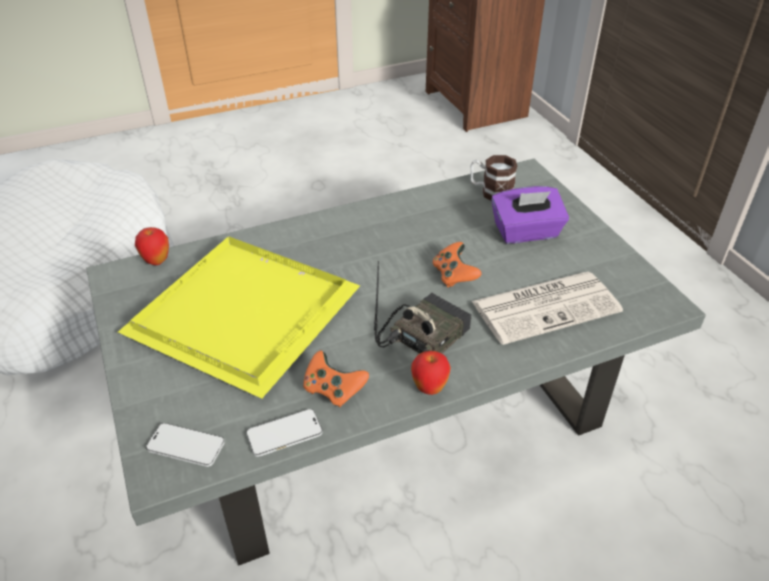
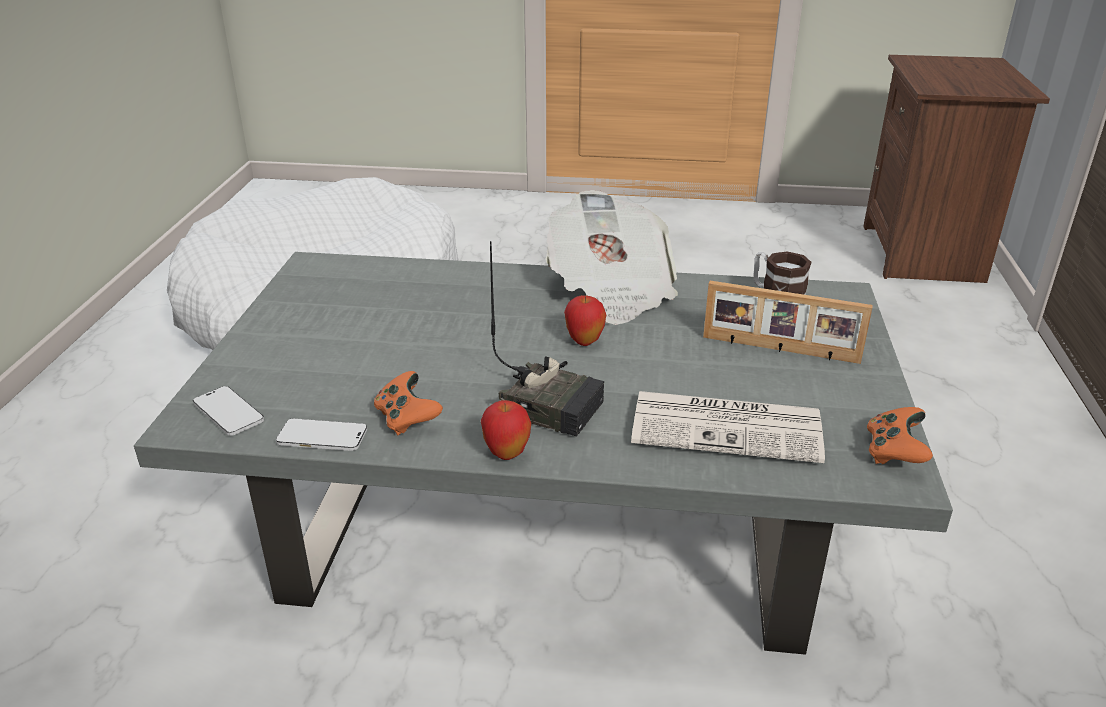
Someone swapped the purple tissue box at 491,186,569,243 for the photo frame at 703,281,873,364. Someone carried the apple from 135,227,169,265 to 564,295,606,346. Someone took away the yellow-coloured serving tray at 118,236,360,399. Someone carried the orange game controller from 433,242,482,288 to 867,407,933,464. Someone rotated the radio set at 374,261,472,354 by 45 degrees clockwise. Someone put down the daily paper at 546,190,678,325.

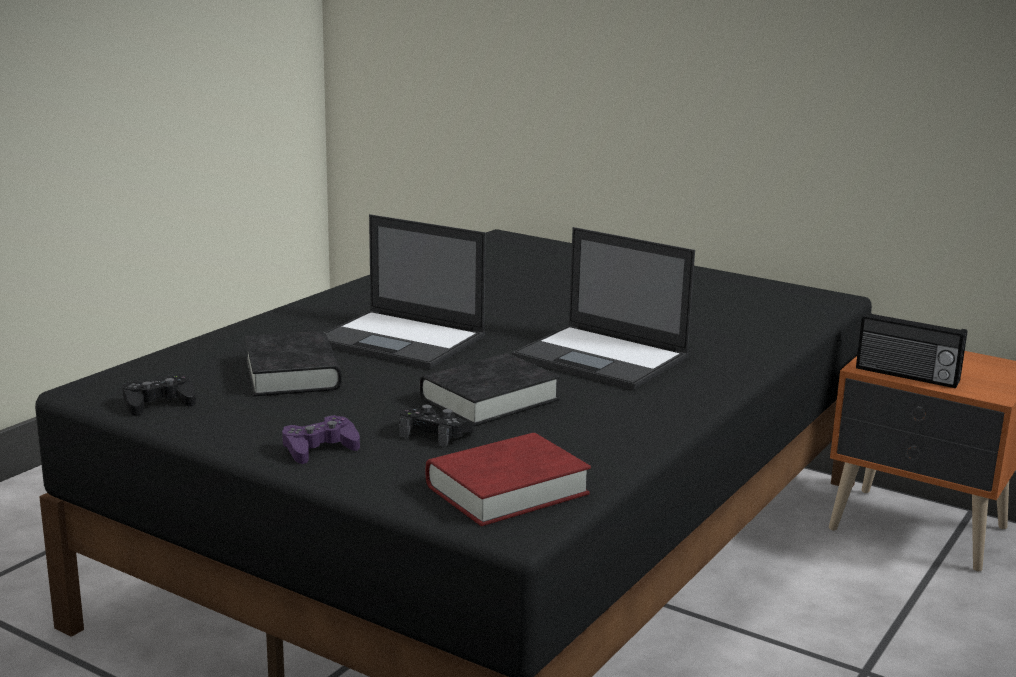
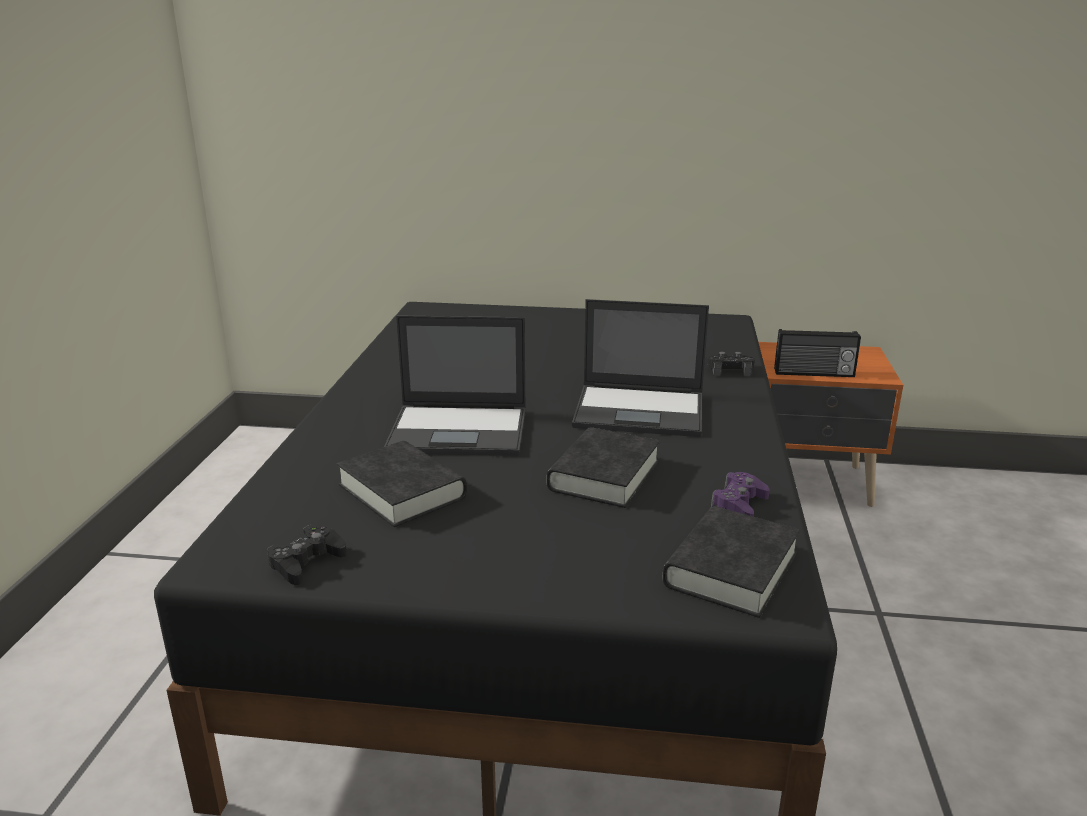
Someone carried the blackish game controller from 399,404,474,447 to 704,352,755,376. Someone carried the purple game controller from 282,415,360,464 to 711,472,770,517. Someone repainted the red volume at 426,433,591,526, which became the blackish volume at 663,506,800,618.

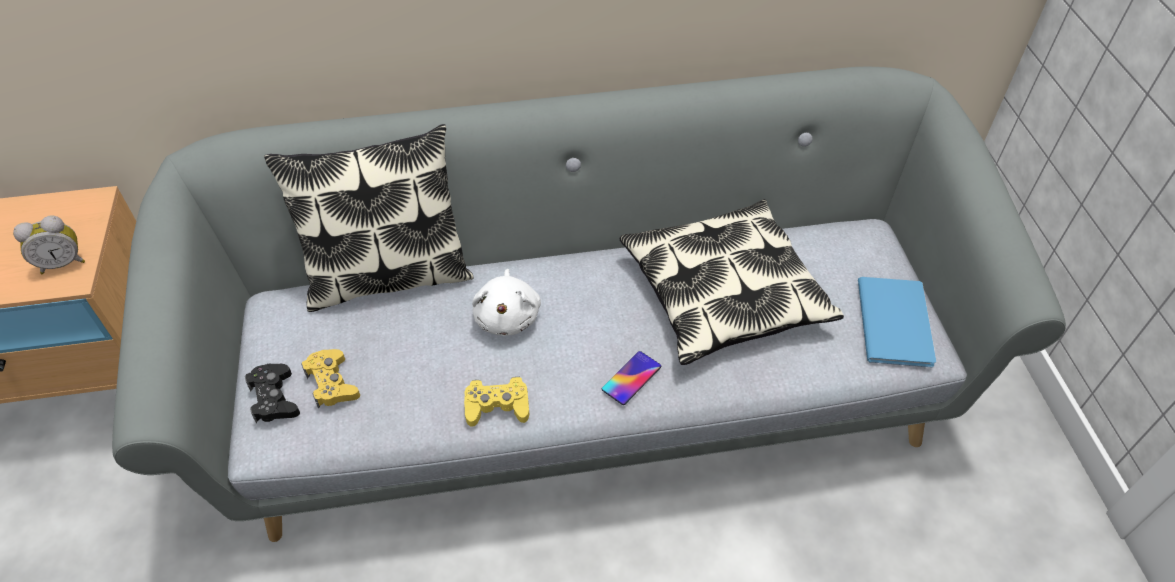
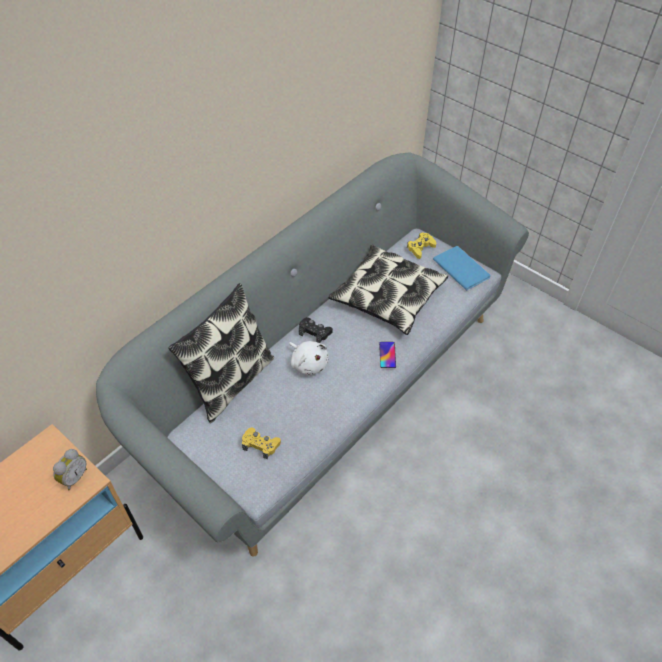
Someone carried the blackish game controller from 245,363,300,423 to 299,317,333,343. Someone carried the yellow-coloured game controller from 464,377,529,427 to 407,232,436,259.

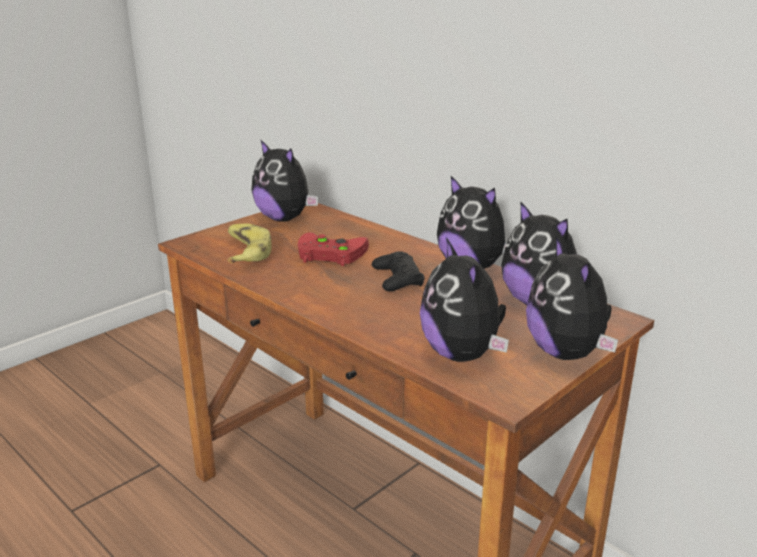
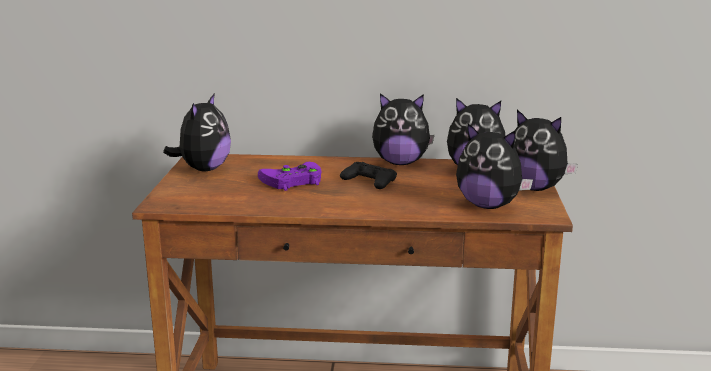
Someone rotated the plush toy at 252,139,318,222 by 75 degrees counterclockwise. Someone took away the banana fruit at 227,224,272,263. Someone repainted the red game controller at 298,232,369,266, which became the purple game controller at 258,162,321,191.

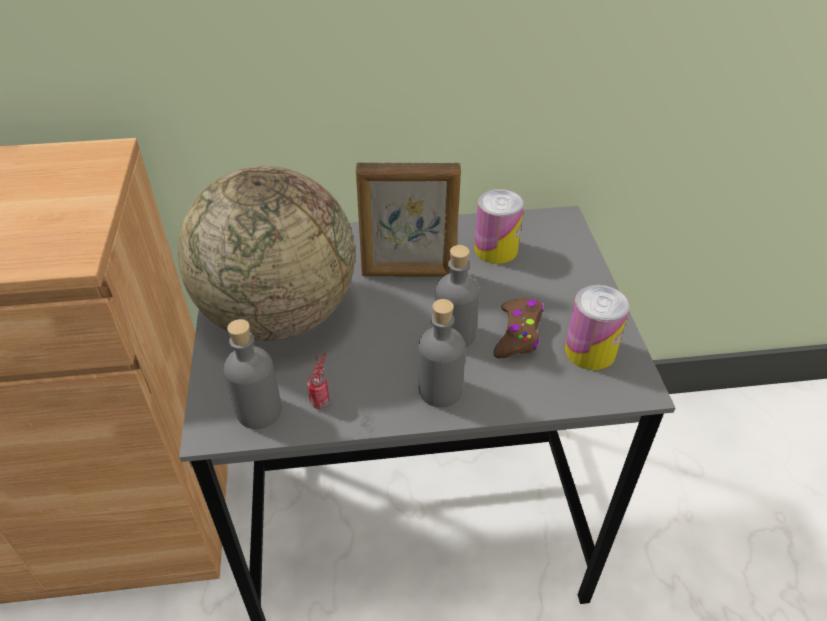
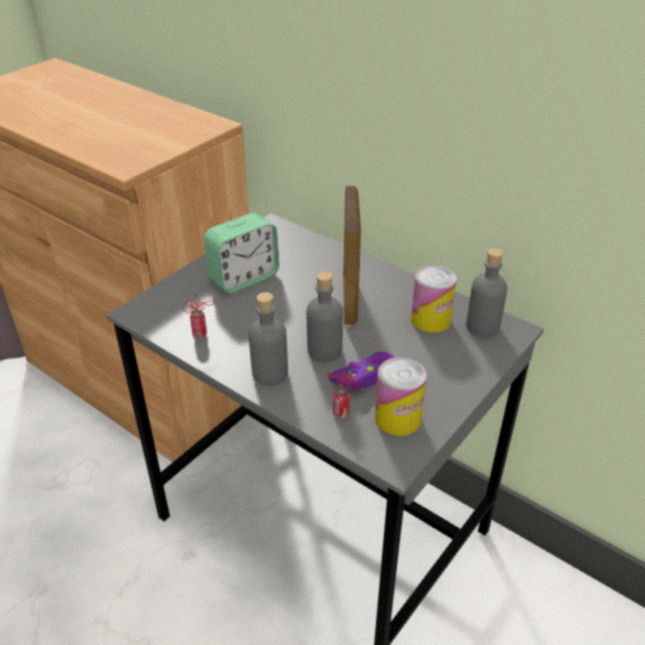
Someone rotated the photo frame at 356,162,461,277 by 135 degrees counterclockwise. Someone swapped the globe at 178,165,355,341 for the bedside clock at 203,213,279,293. Someone repainted the brown game controller at 493,299,544,358, which became the purple game controller at 328,352,394,390. Someone carried the greyish bottle from 224,319,282,429 to 466,248,507,338. Someone put down the sealed can at 326,367,357,418.

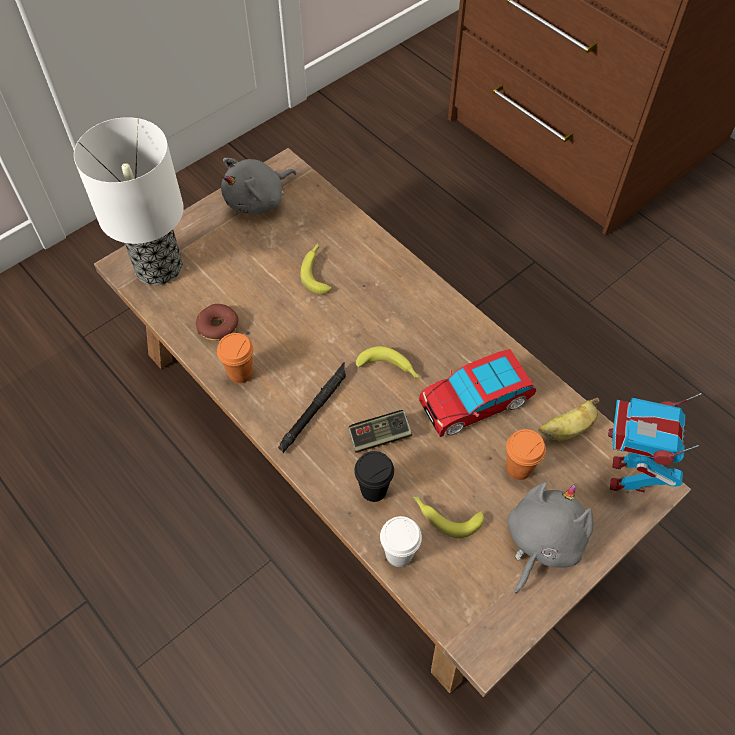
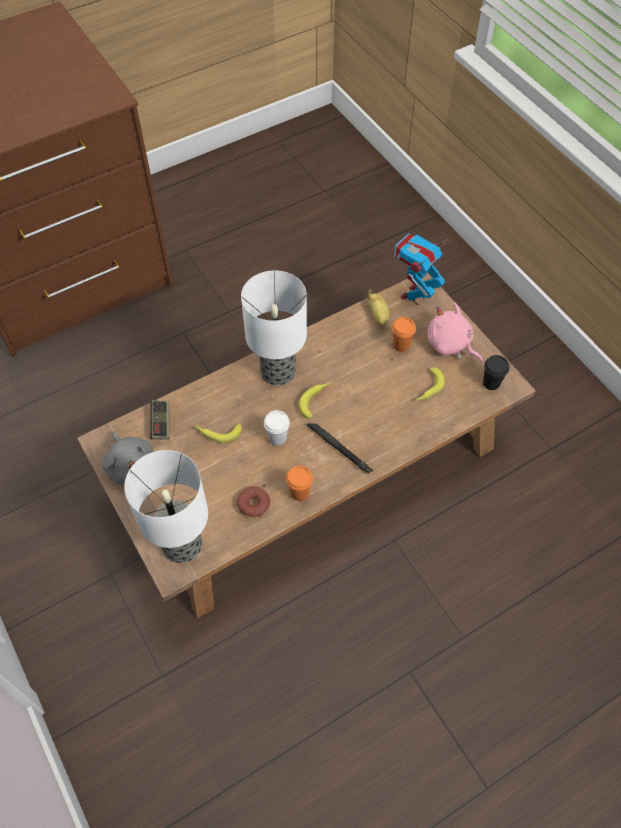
Someone took away the miniature car at 419,349,536,437. Someone rotated the robot figure at 608,393,702,492 by 105 degrees clockwise. Someone carried the game controller from 348,410,412,453 to 150,400,170,440. Someone carried the blackish cup from 354,451,394,502 to 483,355,509,390. Someone repainted the greyish plush toy at 507,482,593,594, which became the pink-coloured plush toy at 428,302,483,363. Someone carried the white-coloured cup from 380,516,422,567 to 264,410,290,446. Someone put down the table lamp at 241,271,307,385.

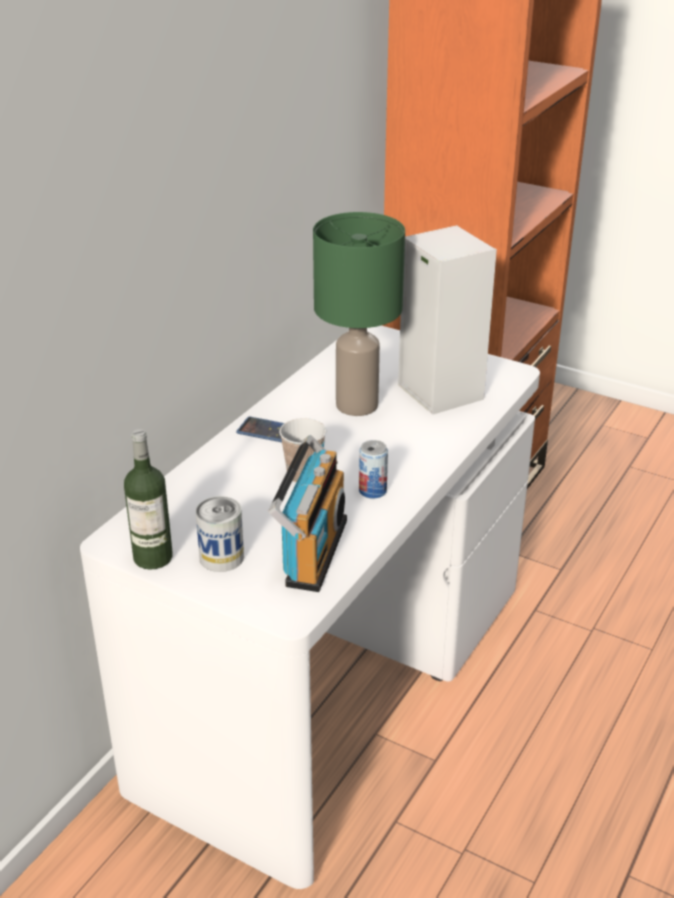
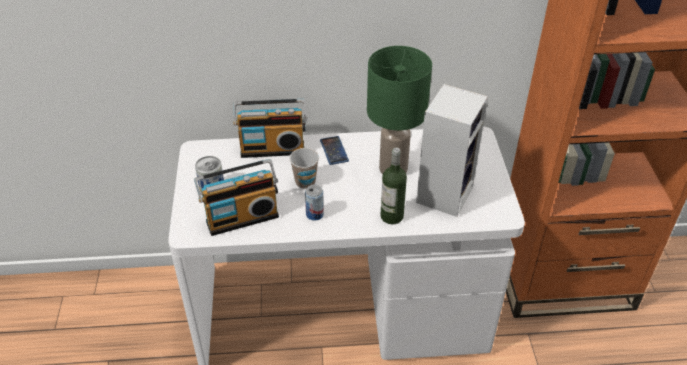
Someone carried the bottle from 124,429,173,570 to 380,148,407,224. Someone put down the radio set at 233,99,307,158.

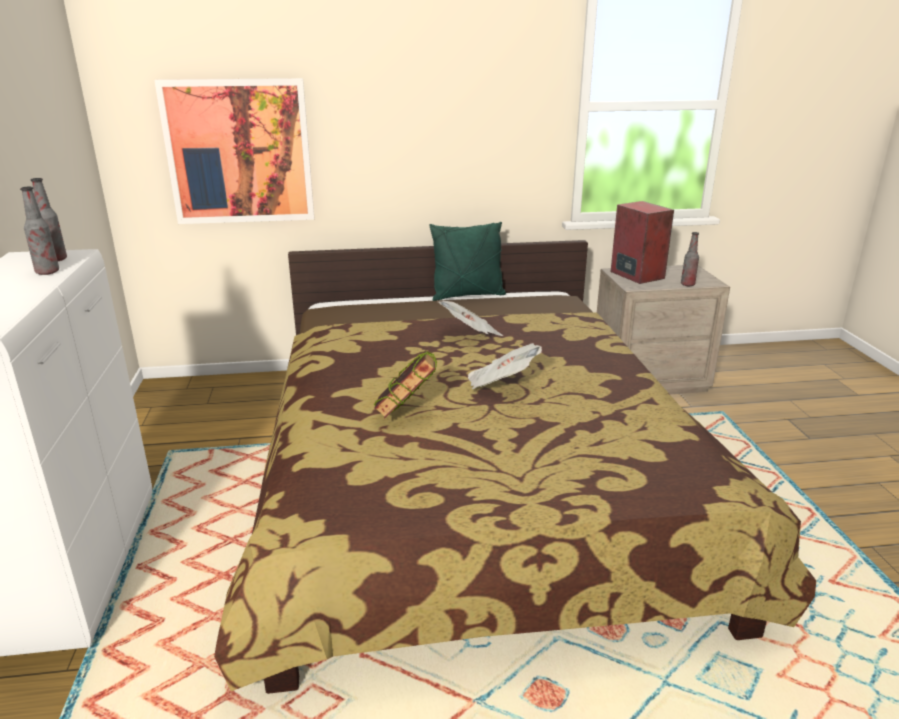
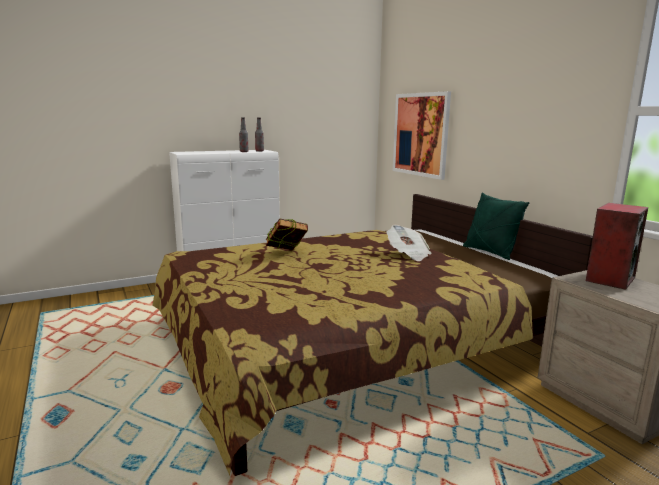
Someone took away the bottle at 681,232,699,286. Someone took away the daily paper at 468,343,542,389.

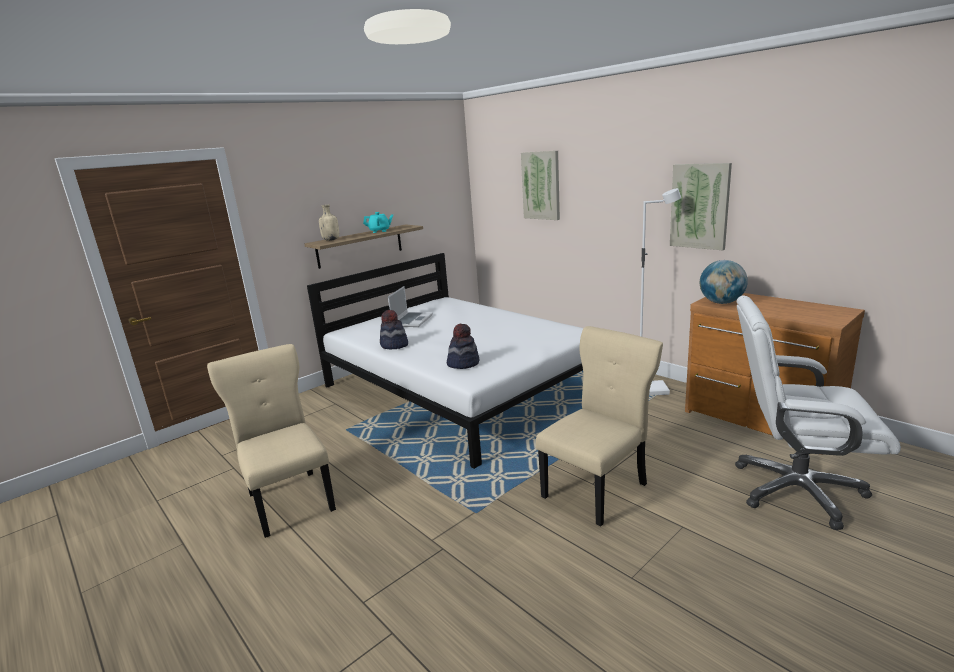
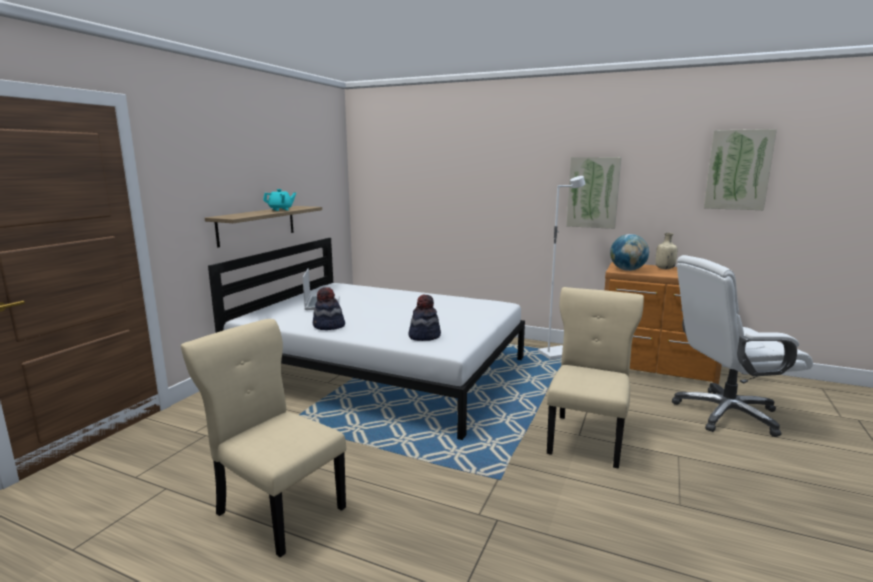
Someone carried the wall picture from 521,151,560,220 to 704,129,777,210. Someone carried the sand-coloured bottle from 319,205,339,241 to 656,233,677,269.

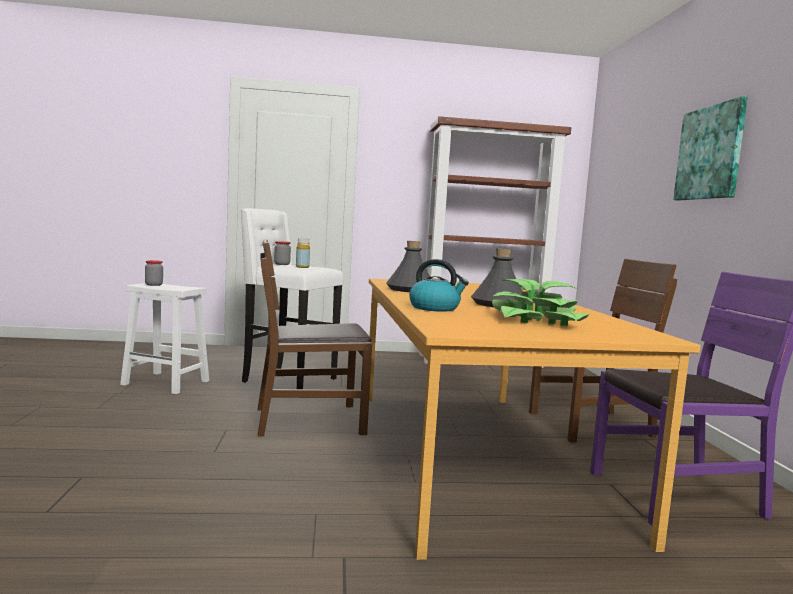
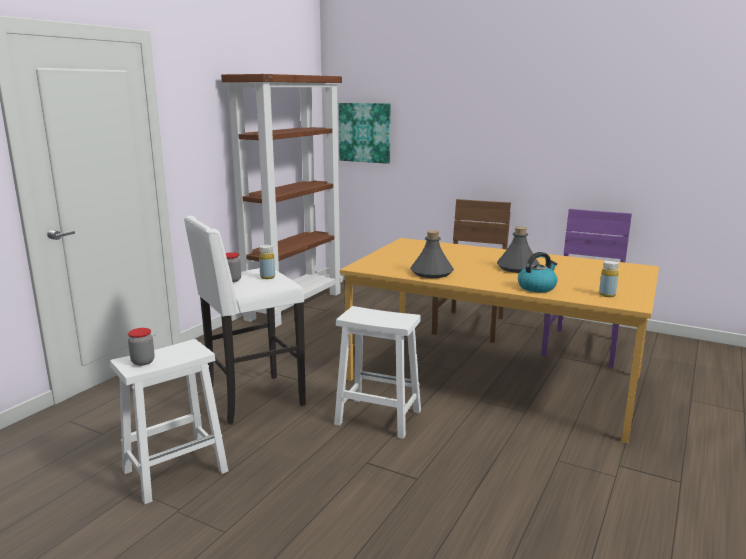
Someone carried the wall picture from 673,96,748,201 to 339,103,391,164. Someone swapped the brown chair at 258,239,372,437 for the white-coloured stool at 334,306,421,439. Someone took away the plant in a pot at 492,279,589,326. Someone put down the yellow-coloured bottle at 599,260,619,297.

